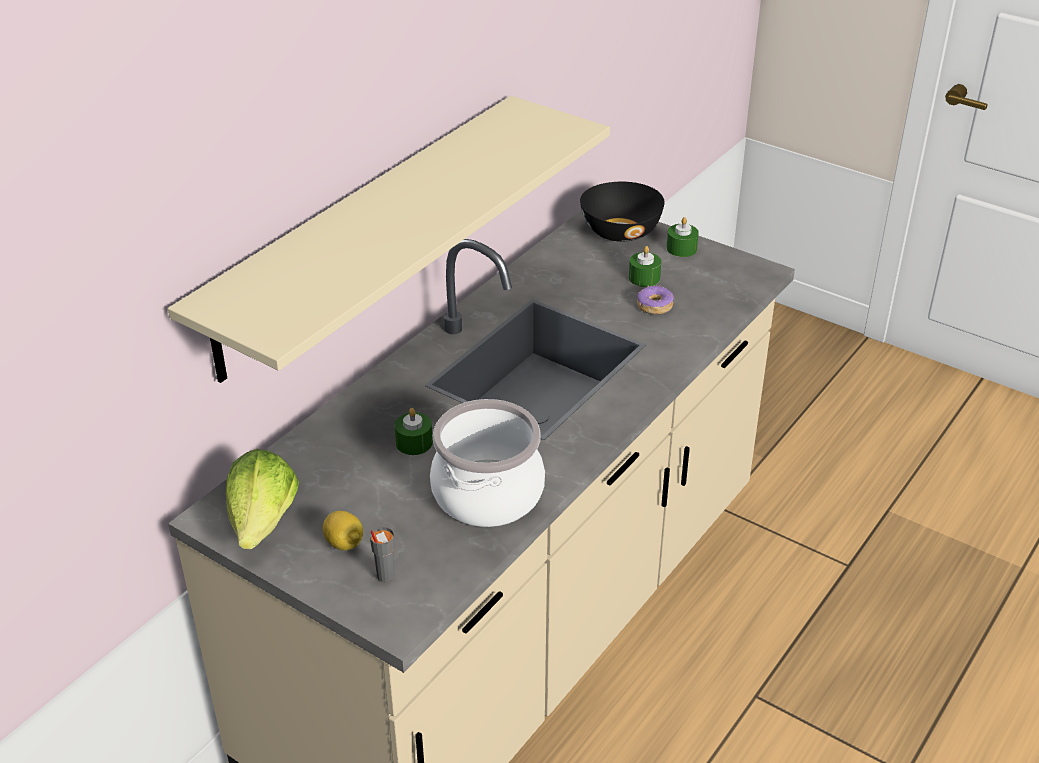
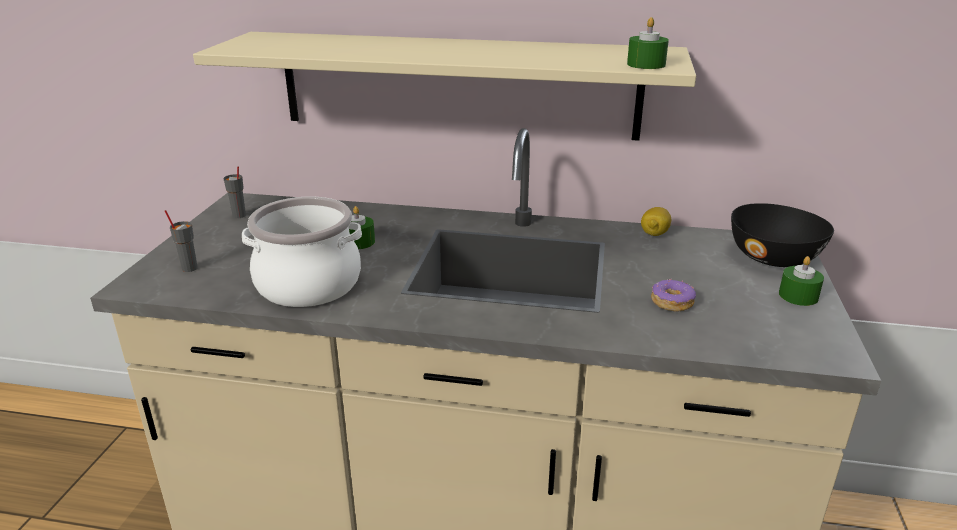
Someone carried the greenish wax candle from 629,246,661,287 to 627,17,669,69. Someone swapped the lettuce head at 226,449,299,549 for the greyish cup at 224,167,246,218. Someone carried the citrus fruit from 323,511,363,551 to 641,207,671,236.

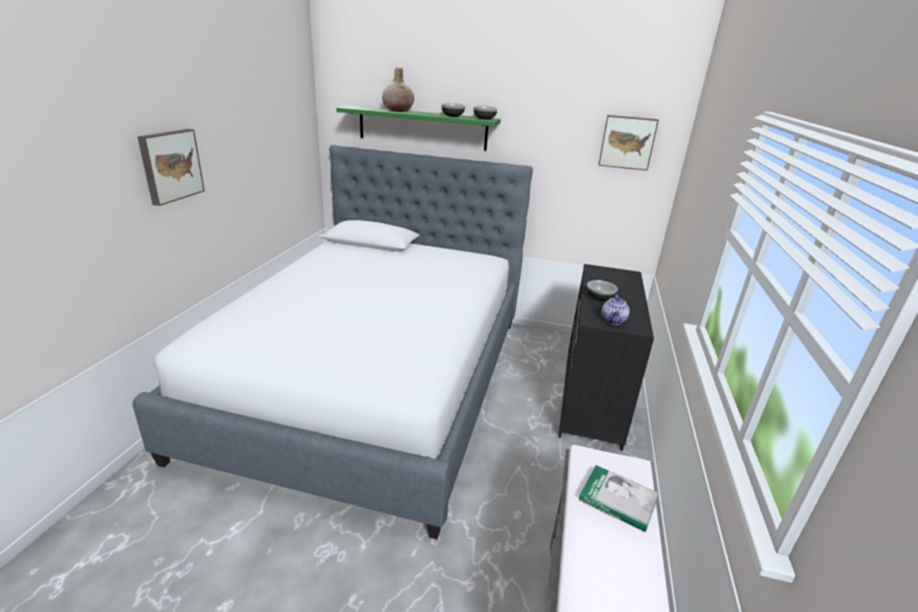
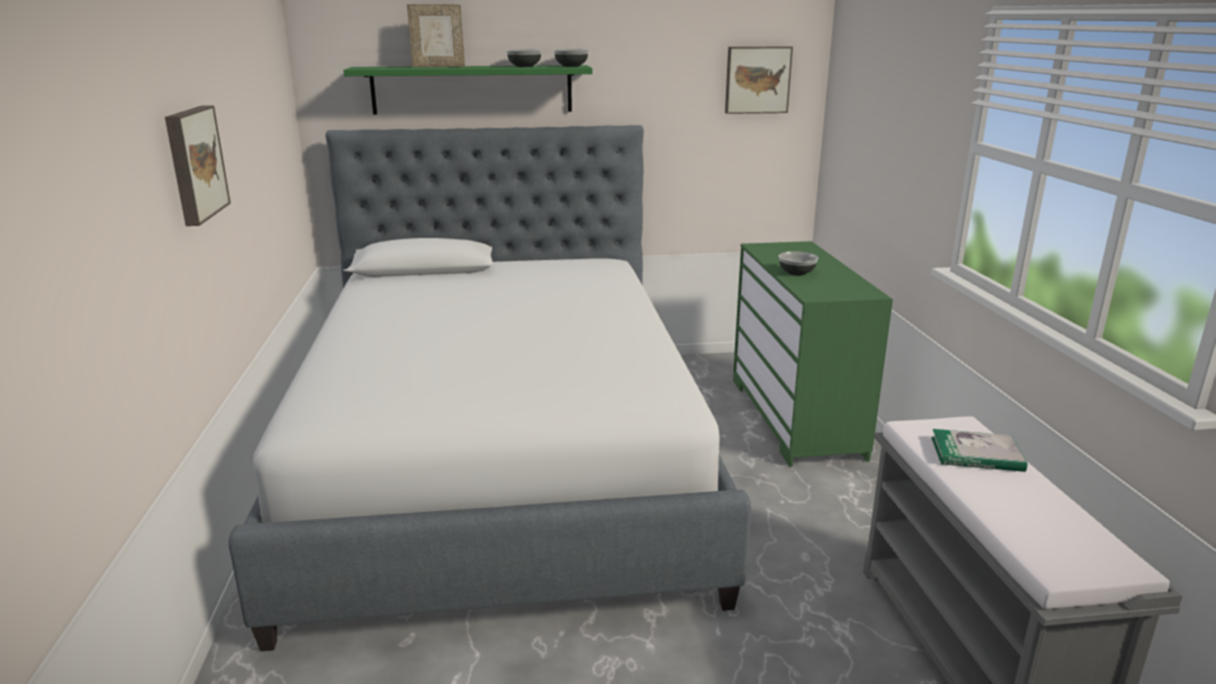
Someone swapped the sand-coloured flower vase at 382,68,414,112 for the photo frame at 407,4,465,67. Someone repainted the blackish dresser at 558,264,654,451, which became the greenish dresser at 733,241,893,467. Someone took away the tea pot at 602,295,630,325.

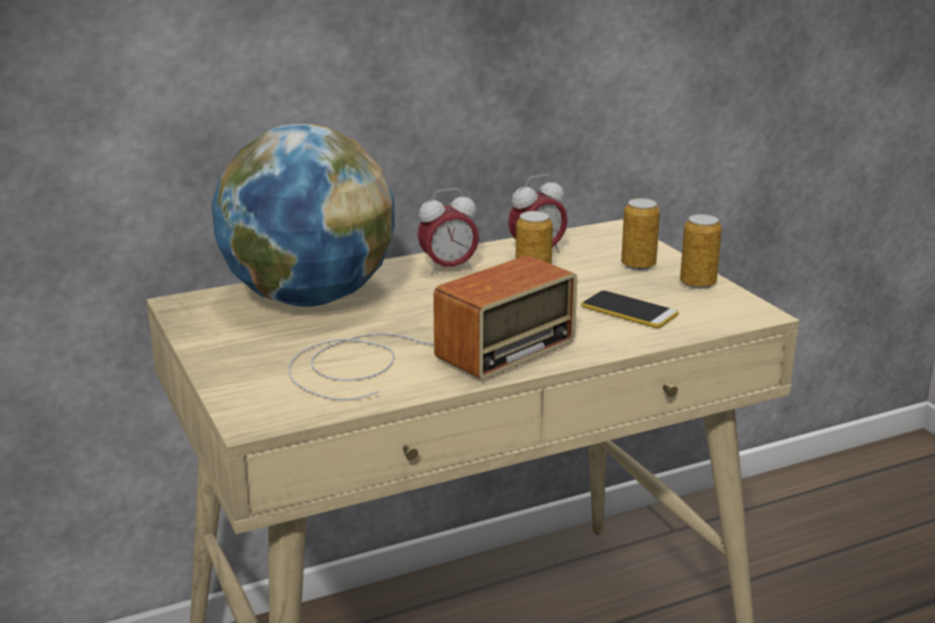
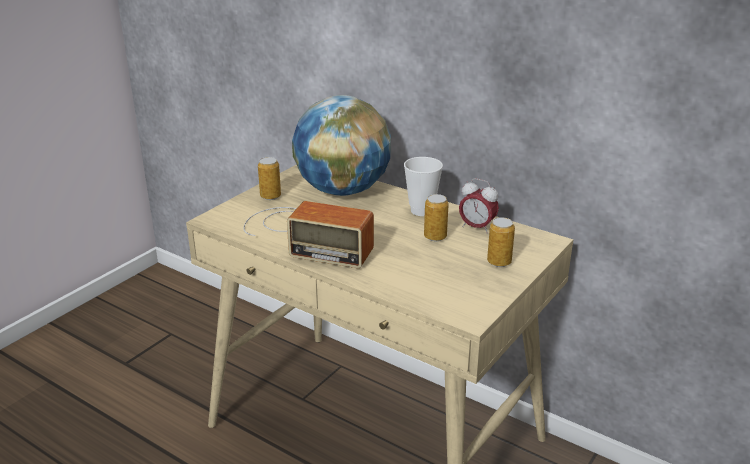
Someone swapped the bedside clock at 417,188,479,275 for the cup at 404,157,443,216. Someone carried the sealed can from 680,214,722,289 to 258,157,281,200. Someone took away the handset at 581,290,679,328.

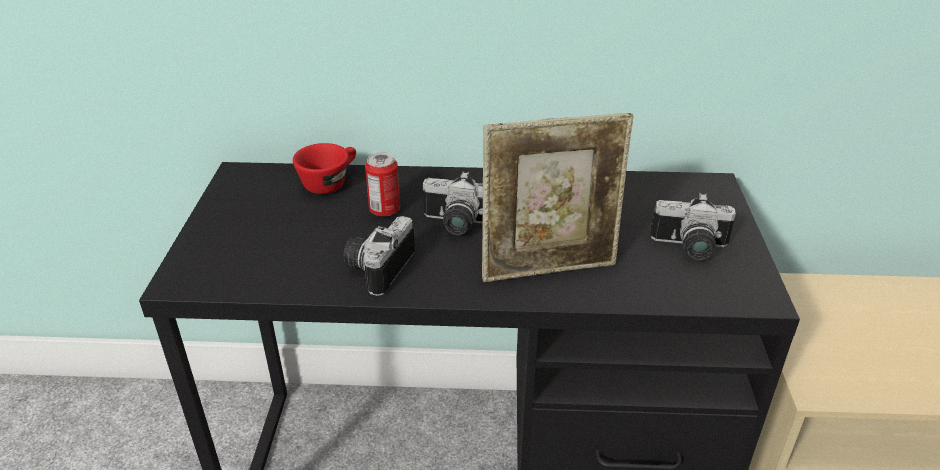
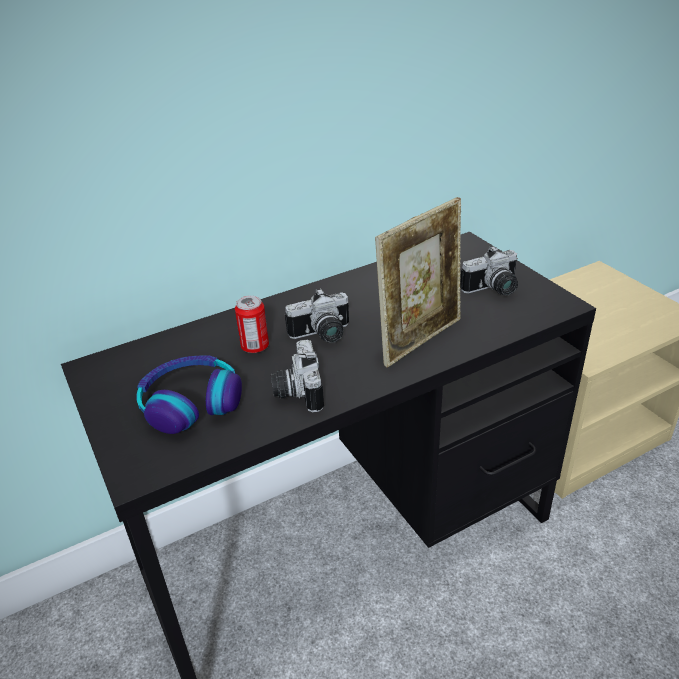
Someone took away the red cup at 293,143,356,194. Someone put down the headset at 137,355,242,434.

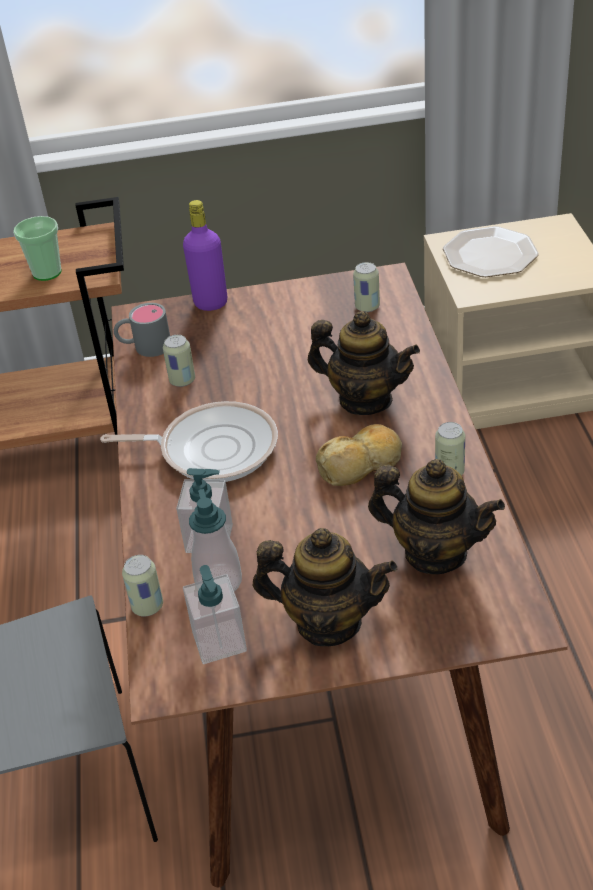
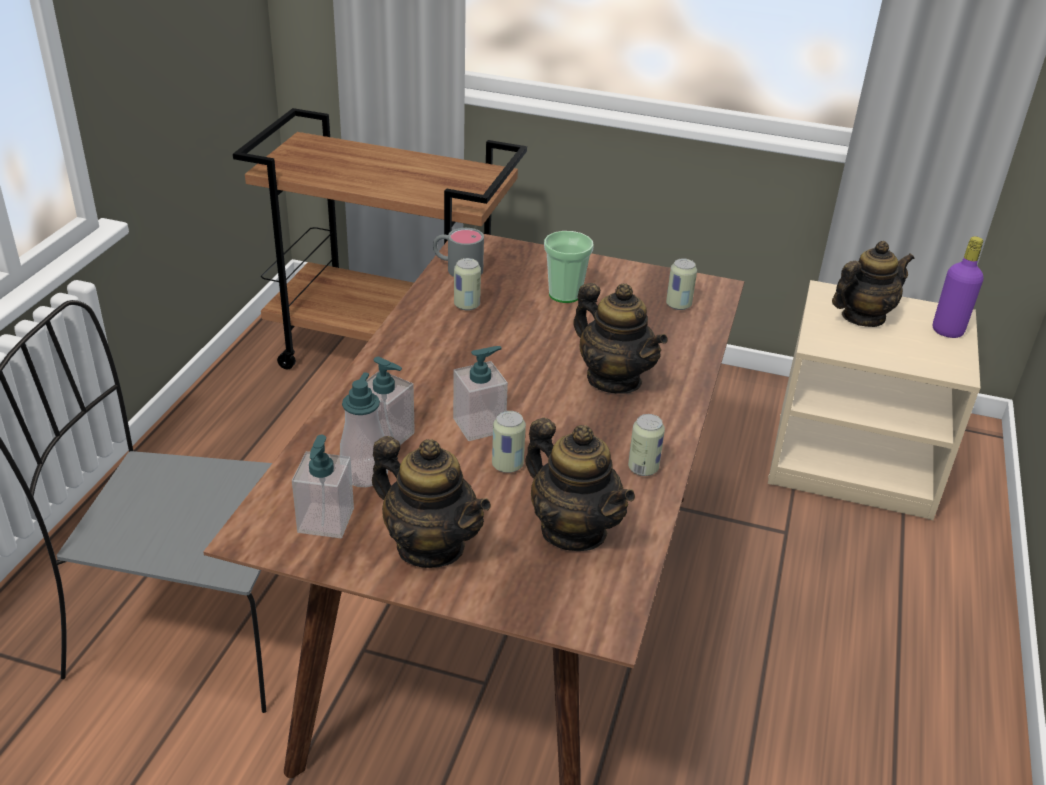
Someone carried the purple bottle from 183,200,227,311 to 933,236,984,338. Someone carried the cup from 13,216,62,281 to 544,231,594,303. Someone swapped the flat dish at 443,226,539,277 for the tea pot at 832,241,915,327. Someone took away the pan at 100,401,278,482. Someone took away the baked bread at 316,424,402,486. Someone carried the sealed can from 122,555,163,617 to 492,411,526,473. Someone put down the liquid soap bottle at 453,346,508,441.

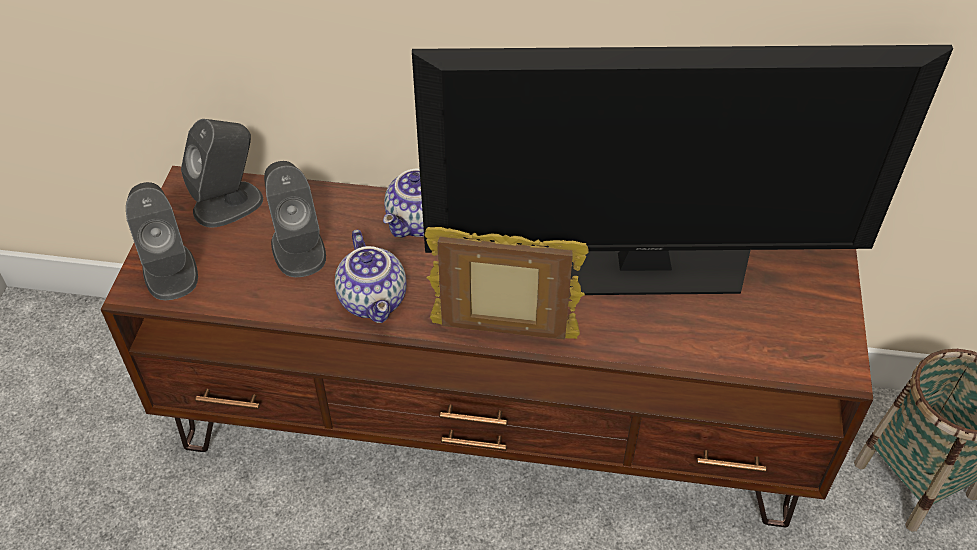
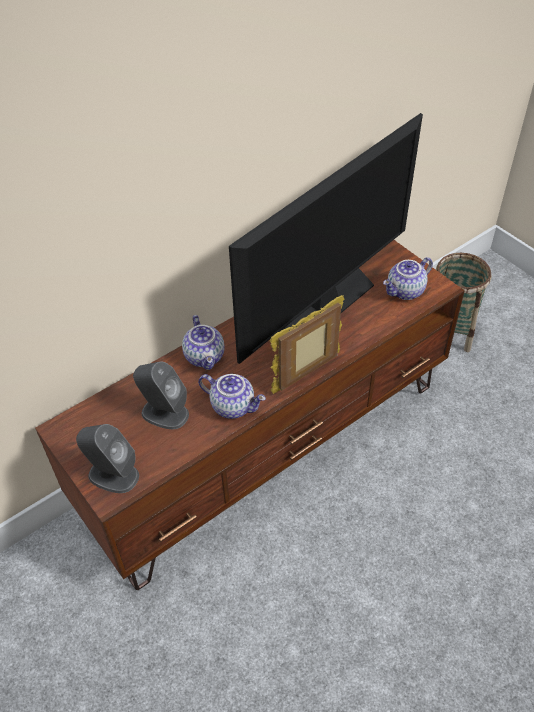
Someone took away the greyish loudspeaker at 181,119,263,228. Someone put down the tea pot at 383,257,433,300.

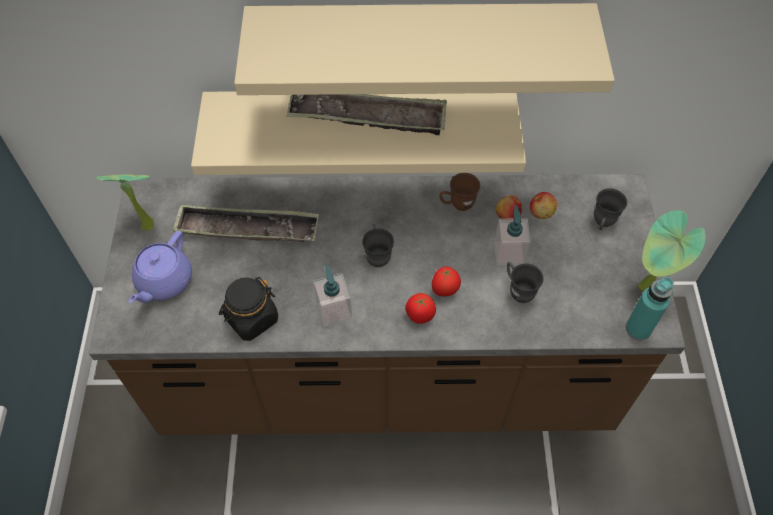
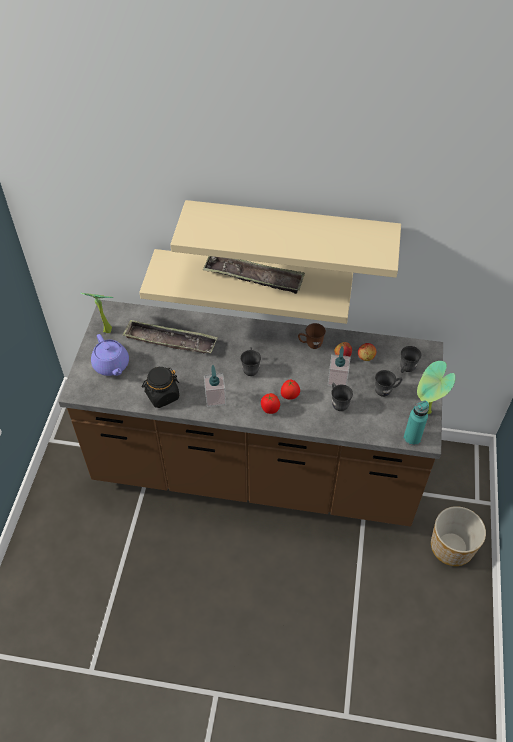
Someone rotated the purple tea pot at 129,231,192,303 by 60 degrees counterclockwise. Someone put down the greyish coffee mug at 375,370,402,397. Someone put down the flower pot at 431,506,486,566.

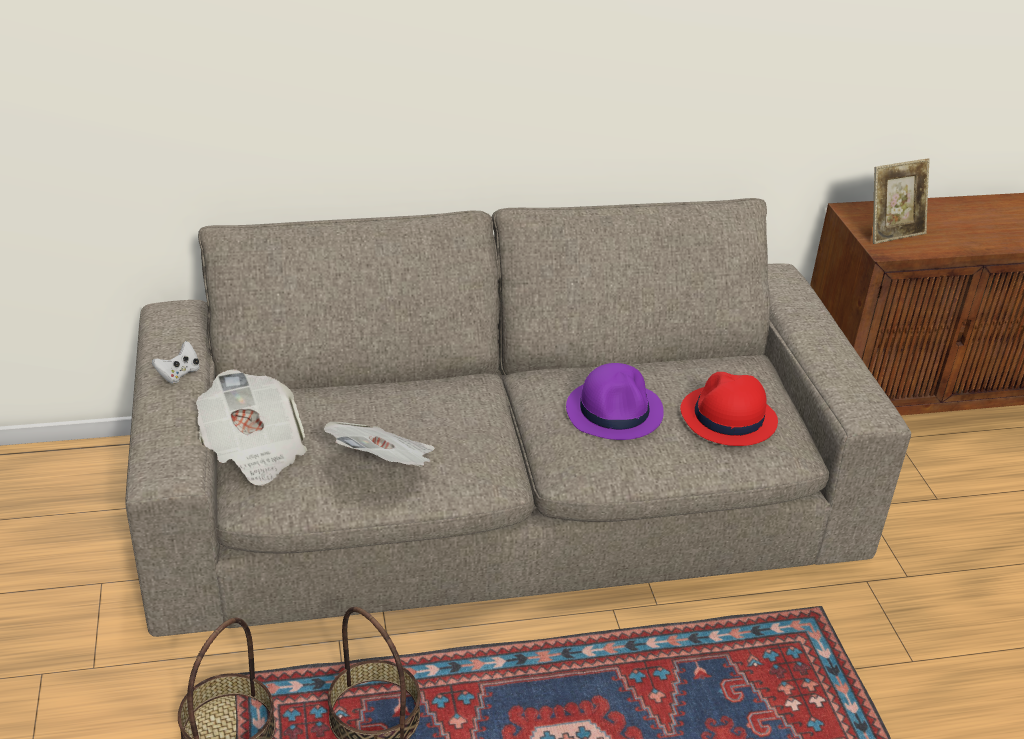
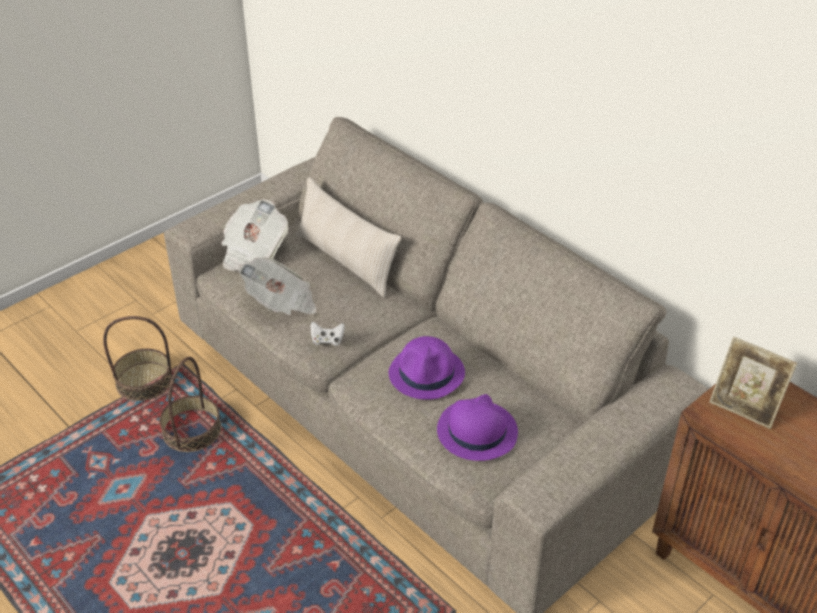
Someone carried the white-coloured game controller from 152,341,200,384 to 310,322,345,346. Someone repainted the red wearable hat at 680,372,778,446, which became the purple wearable hat at 437,394,518,461. Someone put down the sand-coloured cushion at 296,177,402,297.

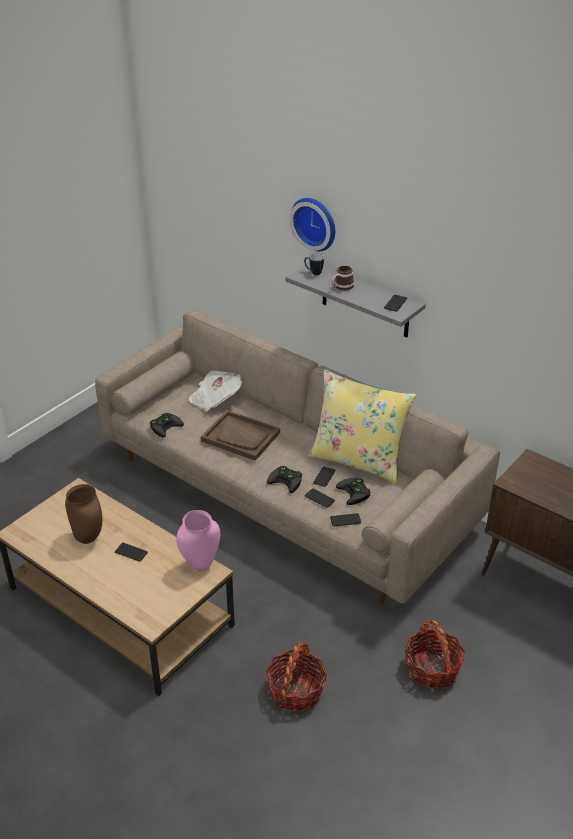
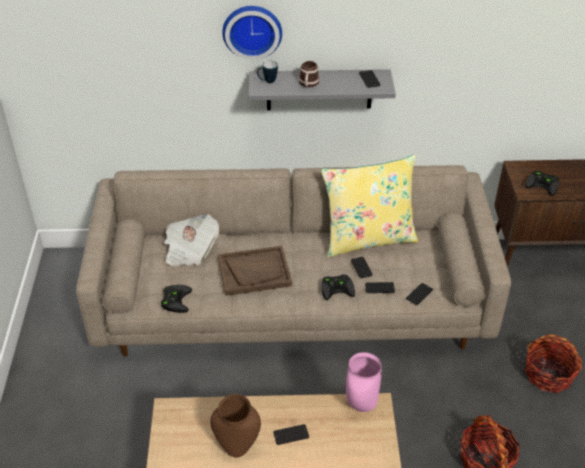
Someone carried the blackish game controller from 336,478,370,505 to 525,170,559,196.

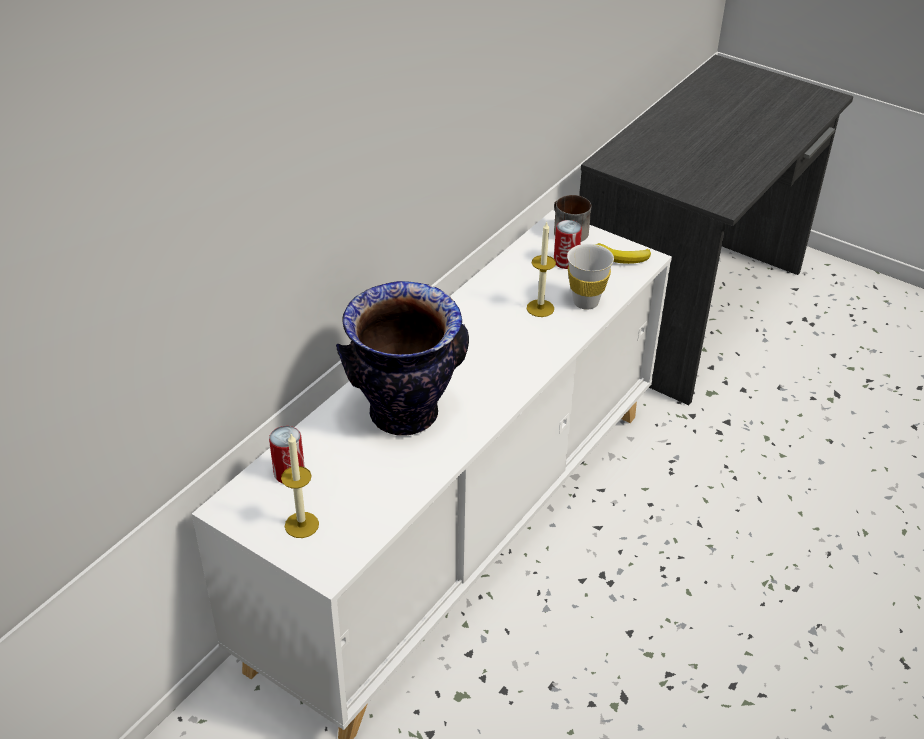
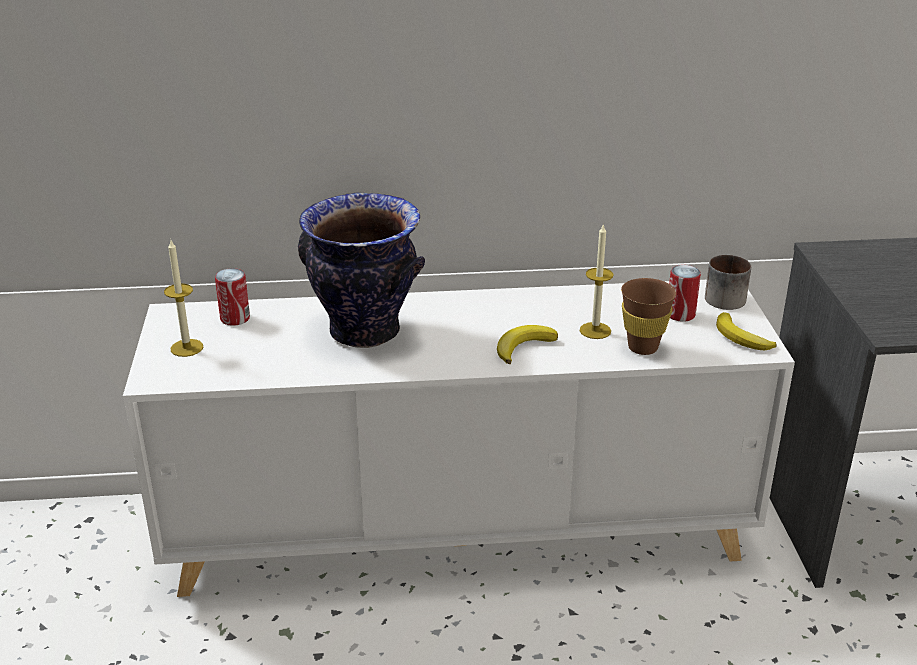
Someone repainted the white-coloured cup at 567,244,614,310, which became the brown cup at 621,278,676,355. Someone put down the banana fruit at 497,325,558,364.

